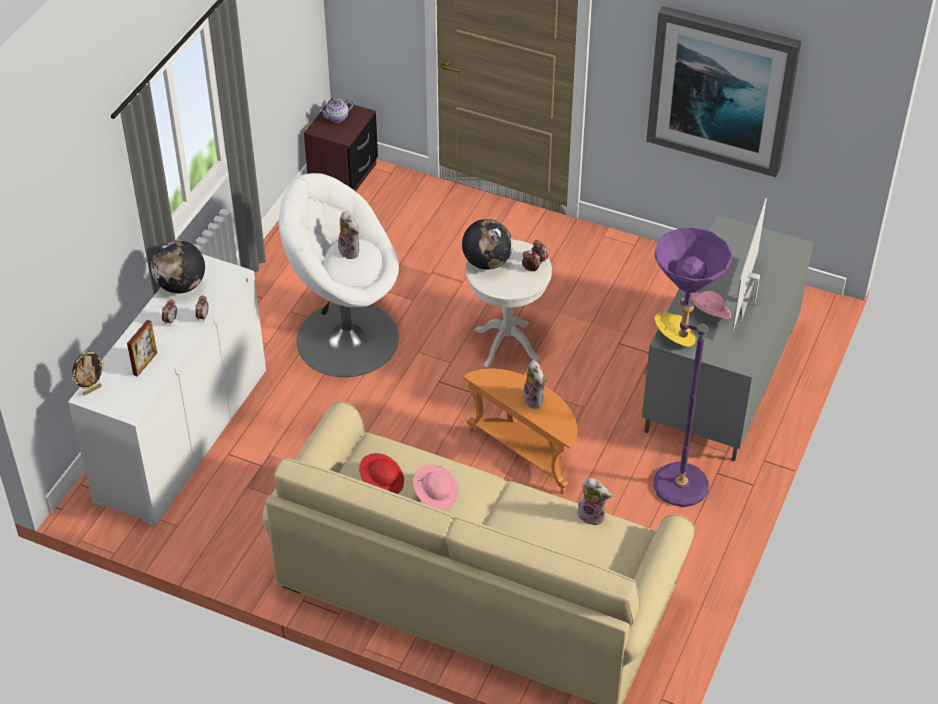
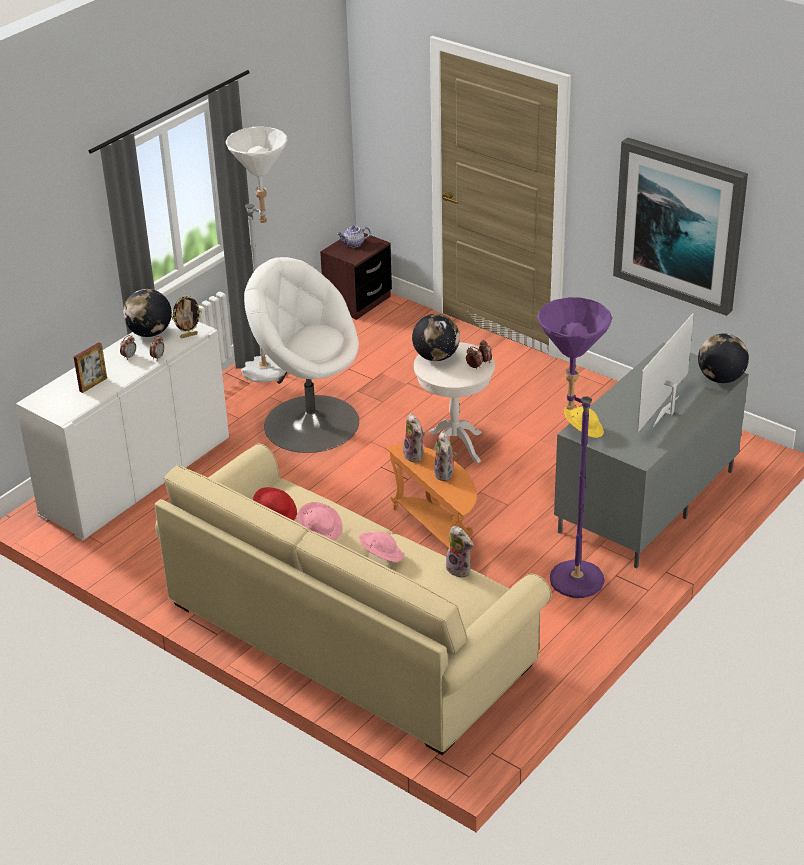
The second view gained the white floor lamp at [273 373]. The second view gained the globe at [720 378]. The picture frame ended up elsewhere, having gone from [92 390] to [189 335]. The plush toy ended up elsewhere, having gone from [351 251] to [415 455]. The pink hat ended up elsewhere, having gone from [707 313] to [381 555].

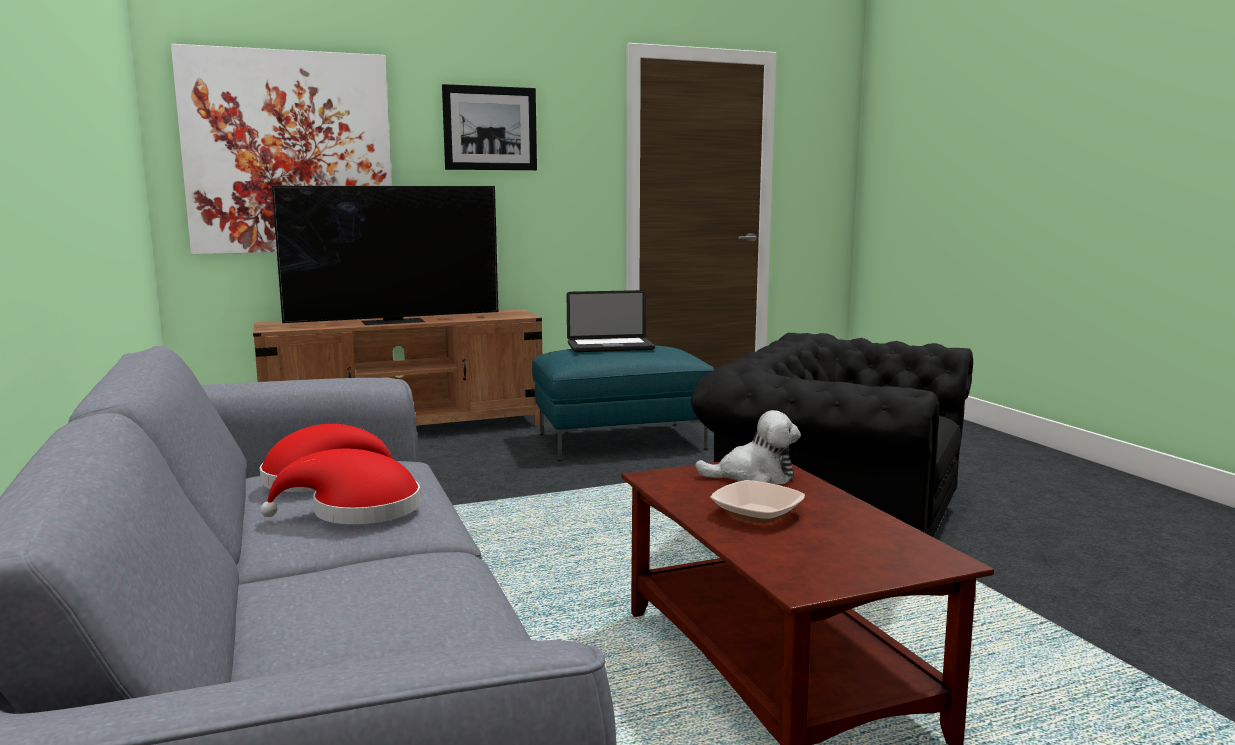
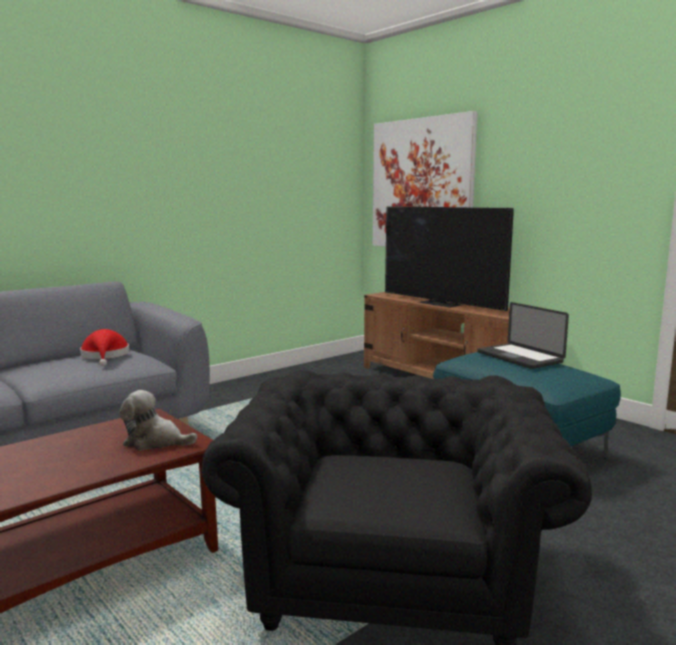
The second view lost the red hat at [357 511]. The second view lost the picture at [490 128]. The second view lost the bowl at [757 514]. The plush toy at [753 477] ended up facing another way, 120 degrees clockwise from before.

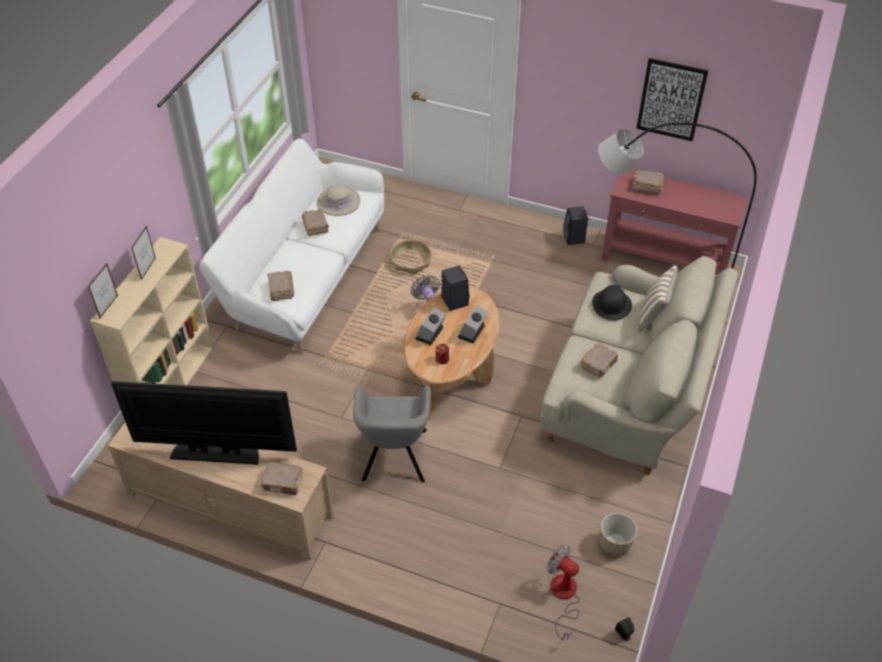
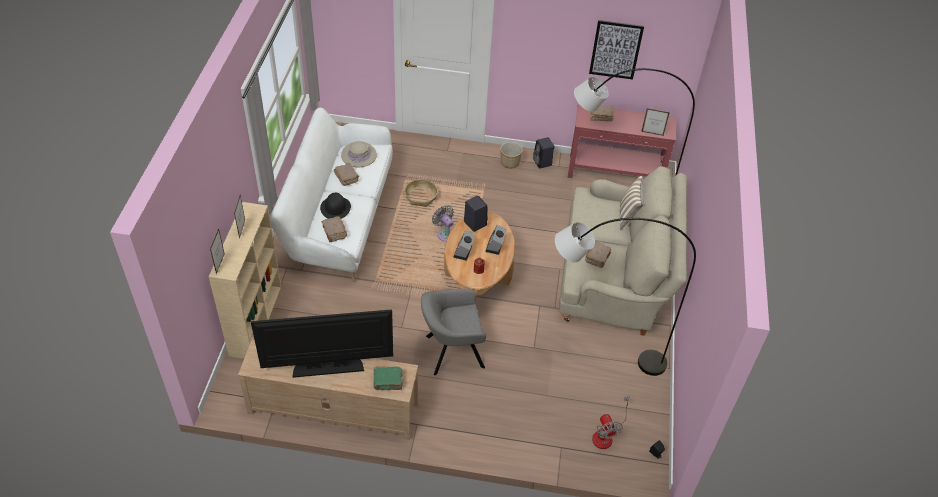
The second view gained the grey floor lamp at [597 355]. The second view gained the picture frame at [652 133]. The black hat ended up elsewhere, having gone from [611 305] to [335 208]. The planter ended up elsewhere, having gone from [615 543] to [510 162]. What was the brown book at [283 483] turned into the green book at [388 382]. The grey armchair at [394 457] ended up facing another way, 90 degrees clockwise from before. The fan at [563 596] ended up facing another way, 135 degrees counterclockwise from before.

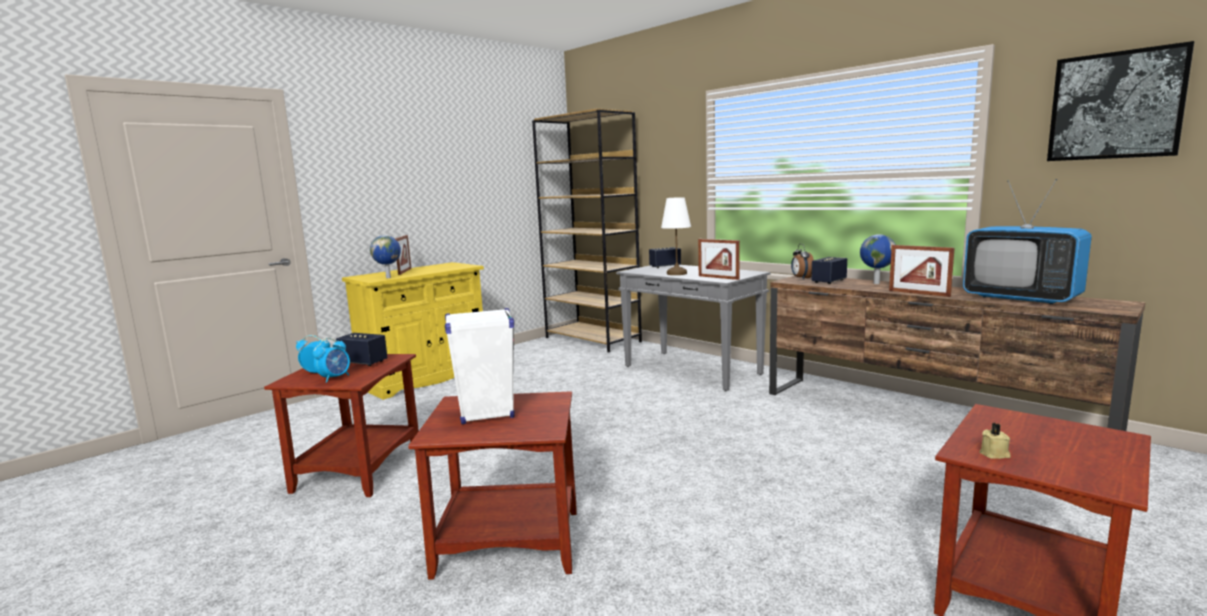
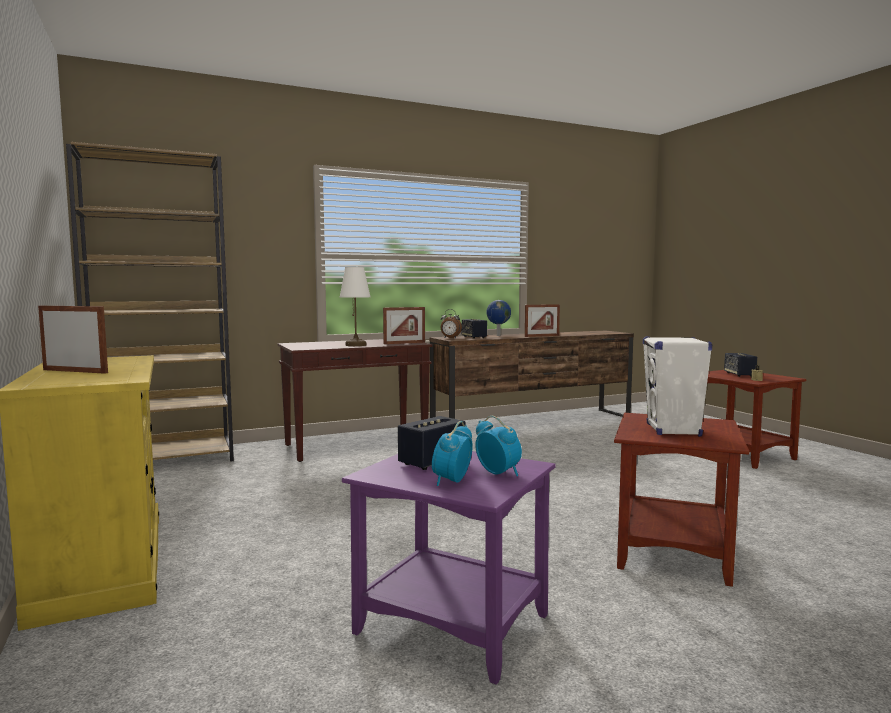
The second view lost the globe at [389 277]. The second view lost the television at [1021 298]. The second view lost the picture at [1115 106]. The speaker ended up elsewhere, having gone from [665 266] to [739 374]. What was the brown side table at [357 469] turned into the purple side table at [451 625]. What was the grey console table at [693 370] turned into the brown console table at [357 445].

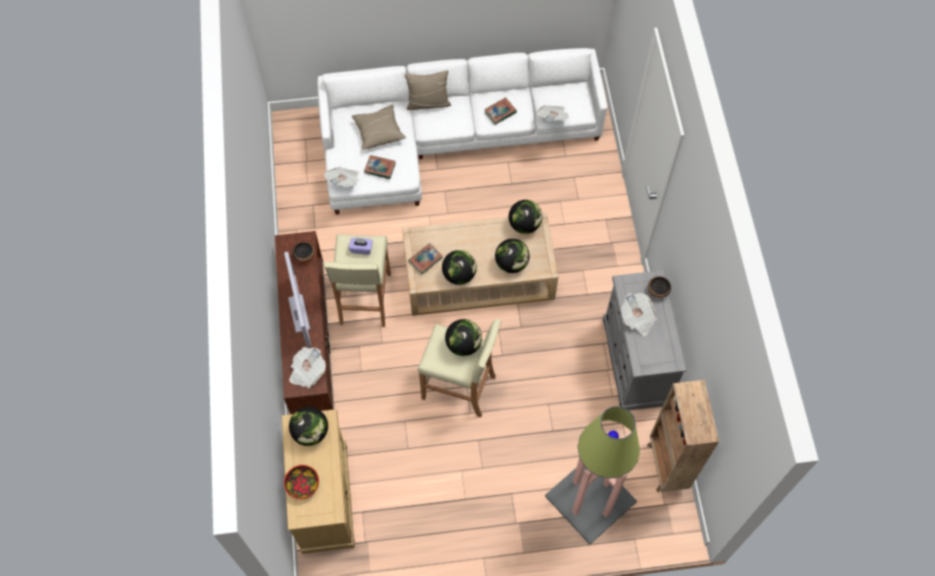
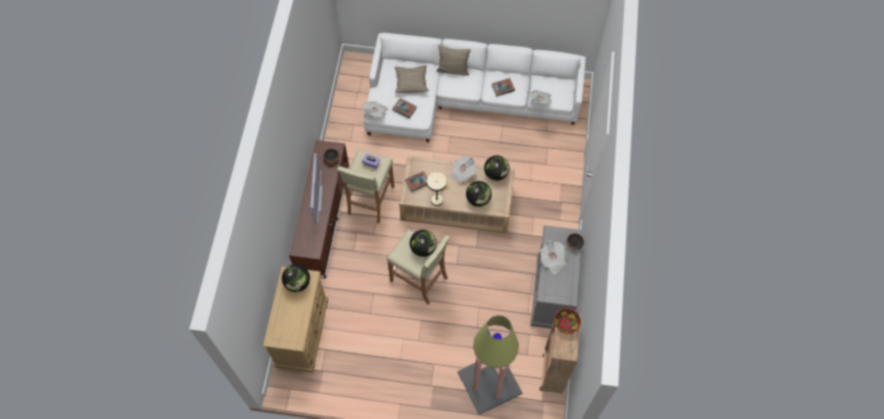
The bowl ended up elsewhere, having gone from [302 485] to [566 323]. The newspaper ended up elsewhere, having gone from [307 372] to [462 173]. Where the globe stood at [459 275], the beige table lamp came to stand at [438 198].

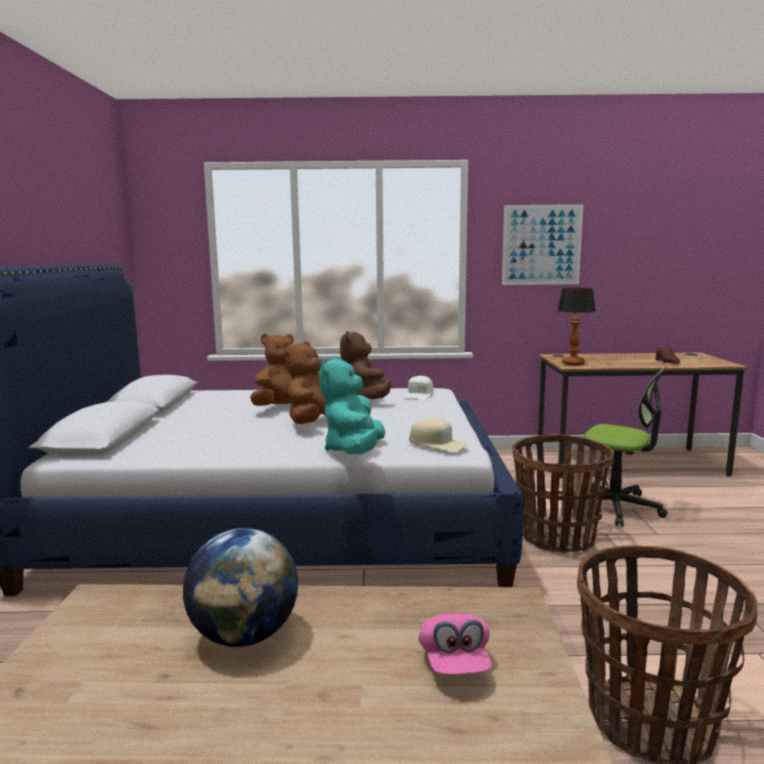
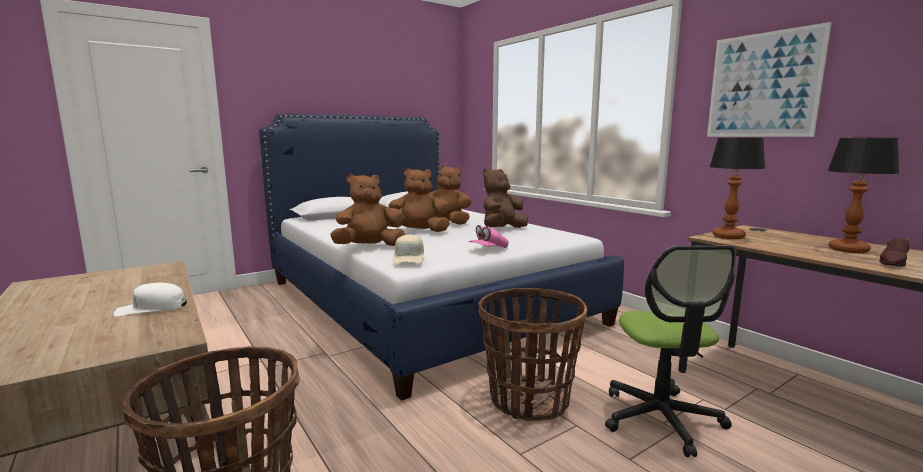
The second view lost the globe at [245 635]. The second view gained the table lamp at [849 250]. The white cap ended up elsewhere, having gone from [419 395] to [151 308]. The pink cap ended up elsewhere, having gone from [454 662] to [488 249]. What was the turquoise plush toy at [354 451] turned into the brown plush toy at [369 247].

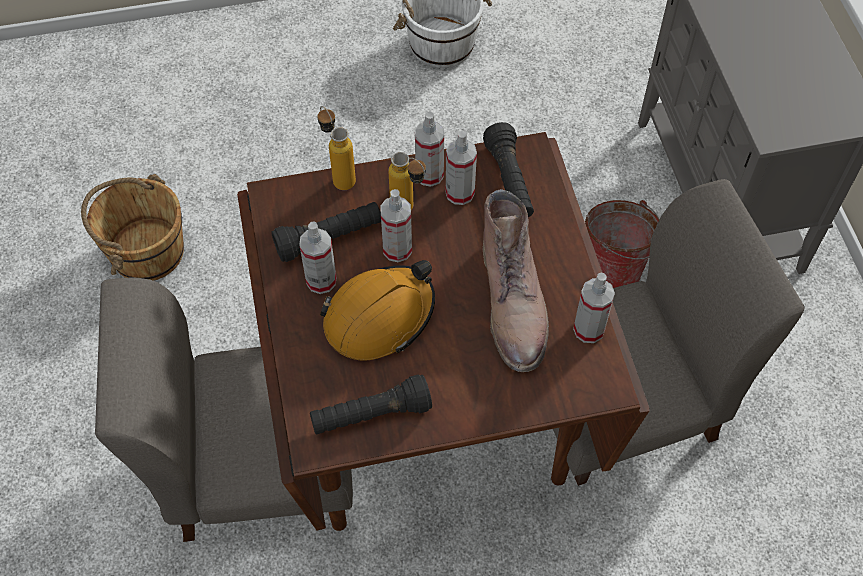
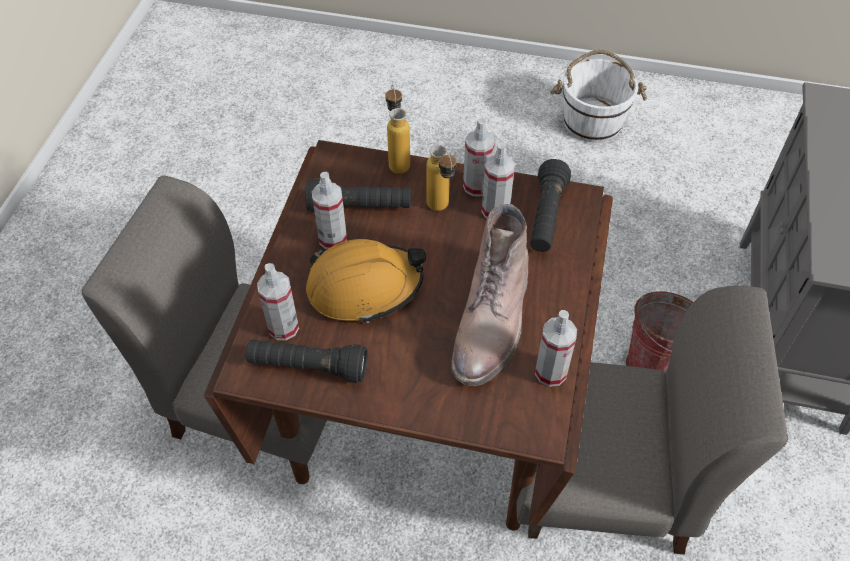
The second view lost the brown bucket at [146 251]. The spray bottle ended up elsewhere, having gone from [397 249] to [283 327].

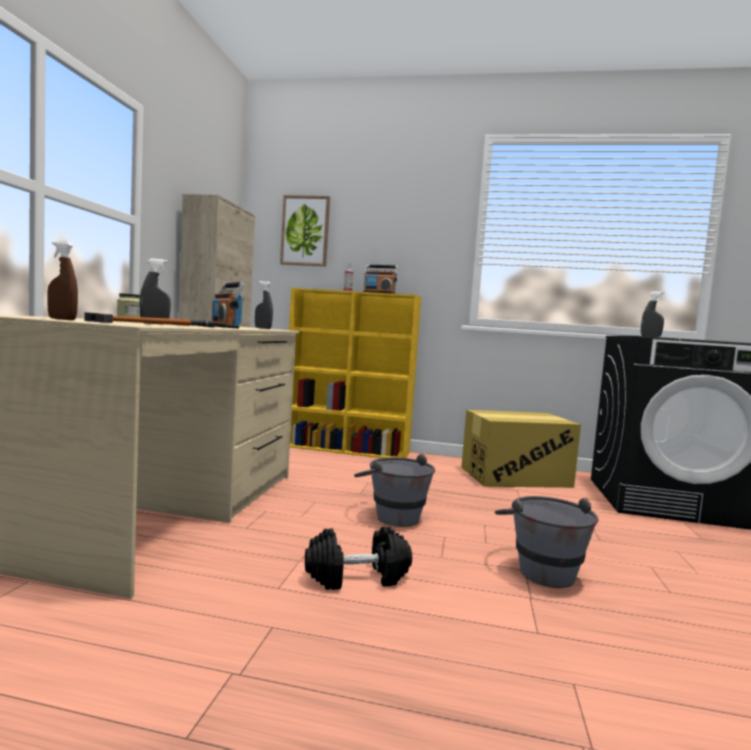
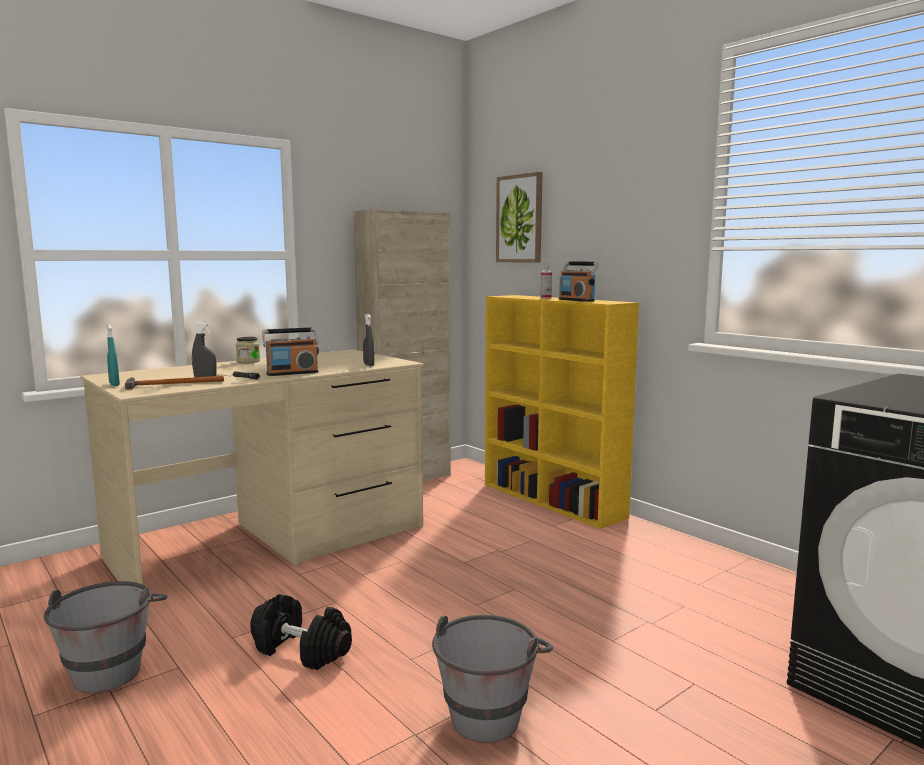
The second view lost the cardboard box at [515 477]. The second view lost the grey spray bottle at [650 336]. The grey bucket ended up elsewhere, having gone from [391 515] to [112 666]. What was the brown spray bottle at [62 319] turned into the turquoise spray bottle at [114 384]. The radio at [225 327] ended up facing another way, 120 degrees counterclockwise from before.

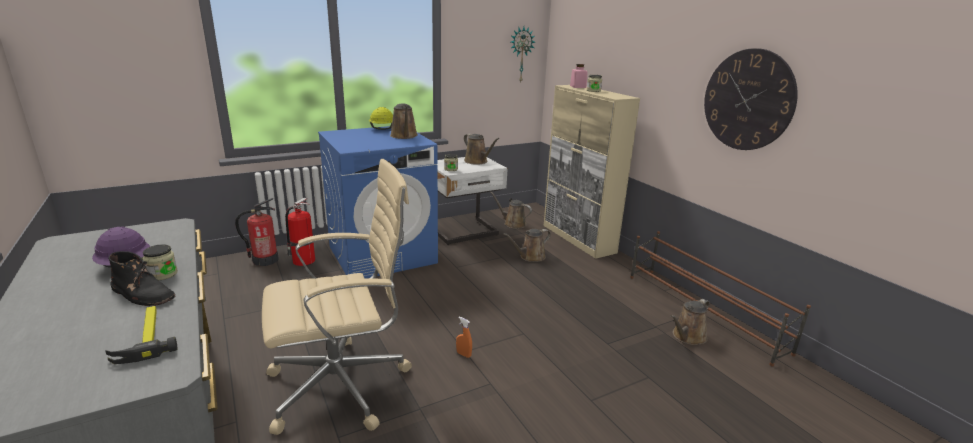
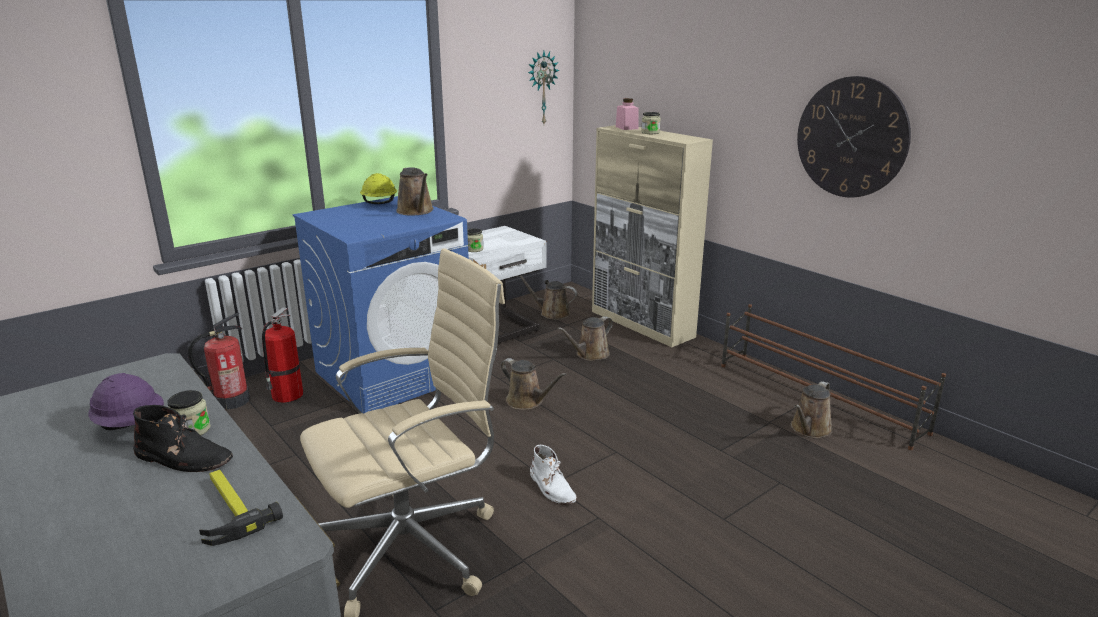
The brown watering can ended up elsewhere, having gone from [477 161] to [527 401]. Where the orange spray bottle stood at [463 354], the white boot came to stand at [552 487].

